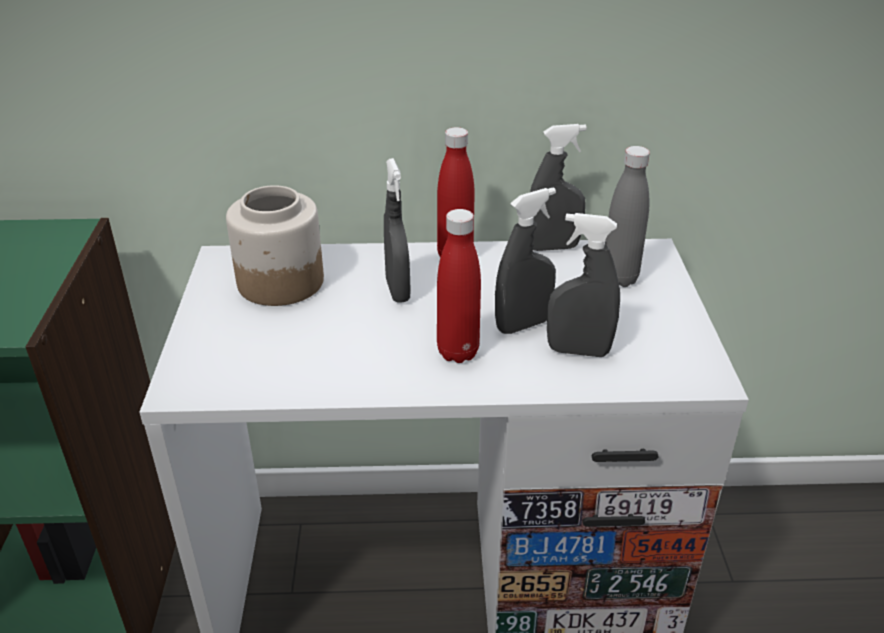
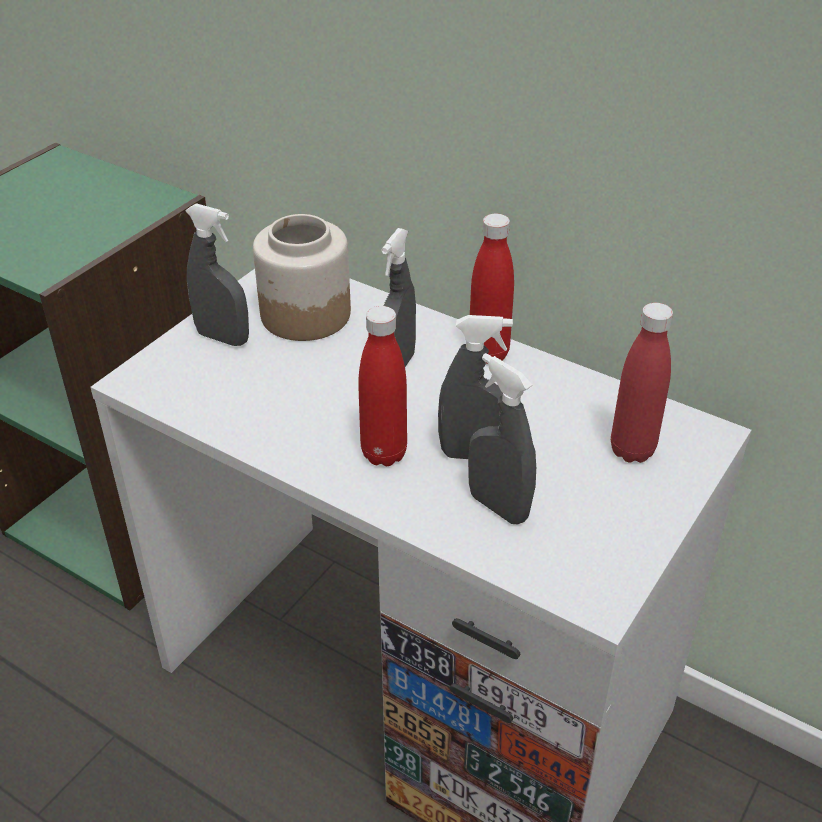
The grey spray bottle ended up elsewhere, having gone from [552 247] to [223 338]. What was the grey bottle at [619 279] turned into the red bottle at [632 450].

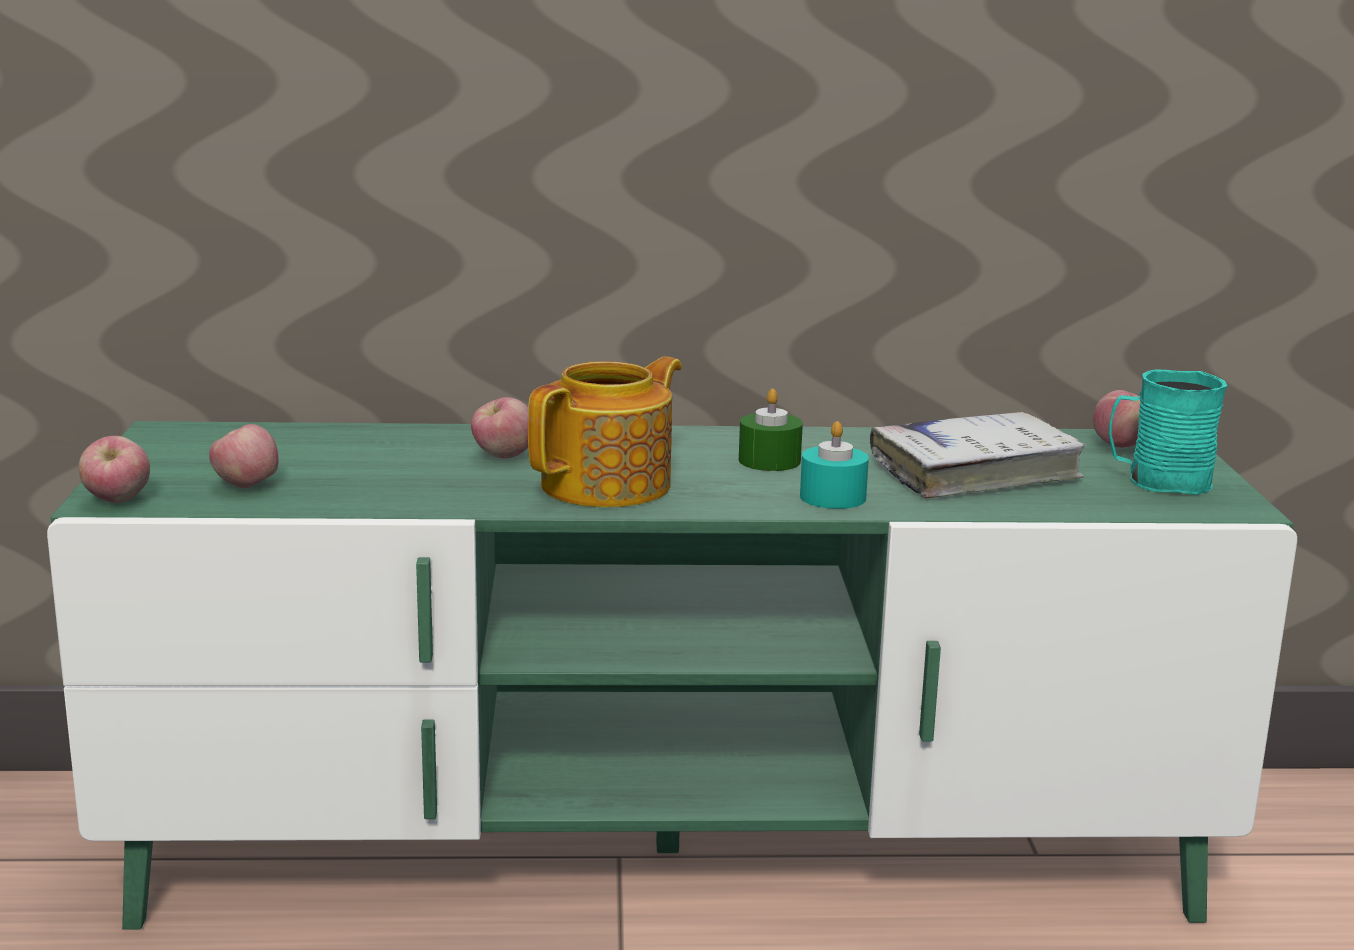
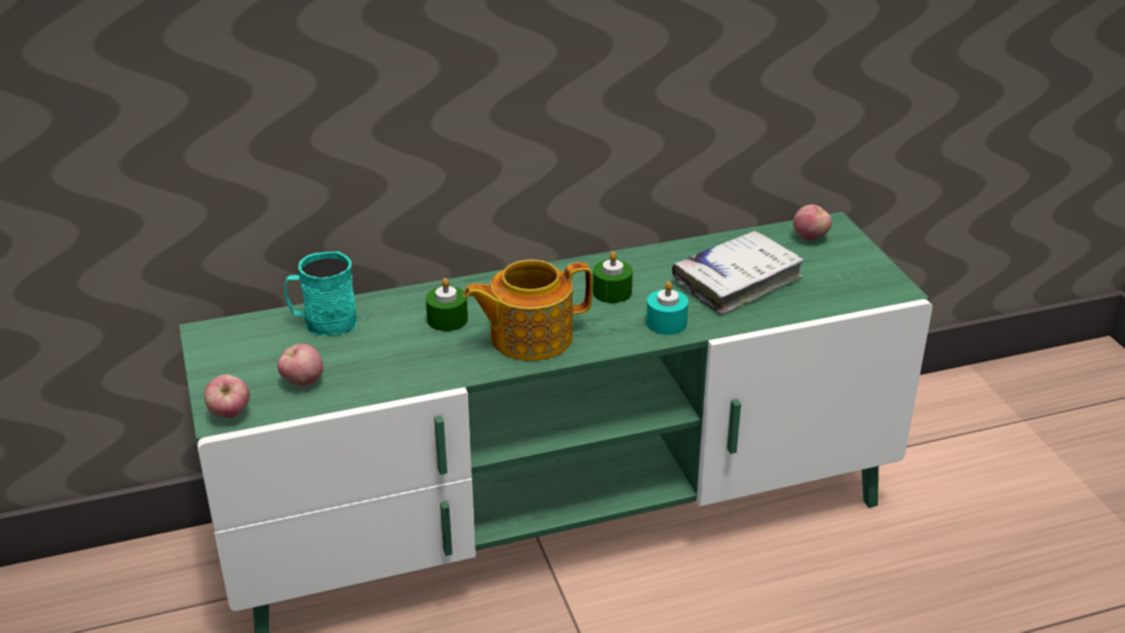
The turquoise mug ended up elsewhere, having gone from [1157 481] to [323 322]. Where the apple stood at [503 457], the green candle came to stand at [447 319]. The teapot at [609 485] ended up facing another way, 135 degrees counterclockwise from before.

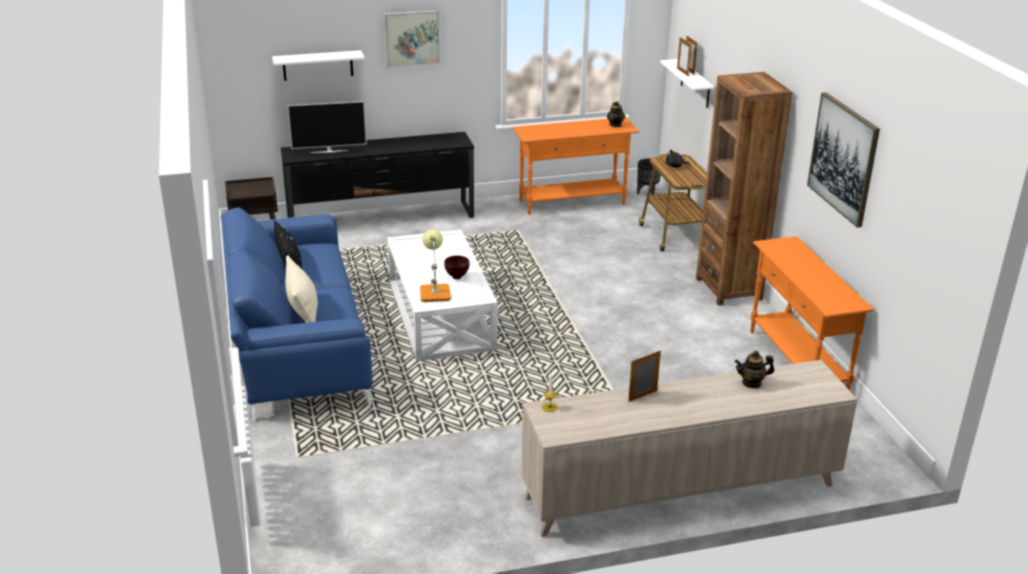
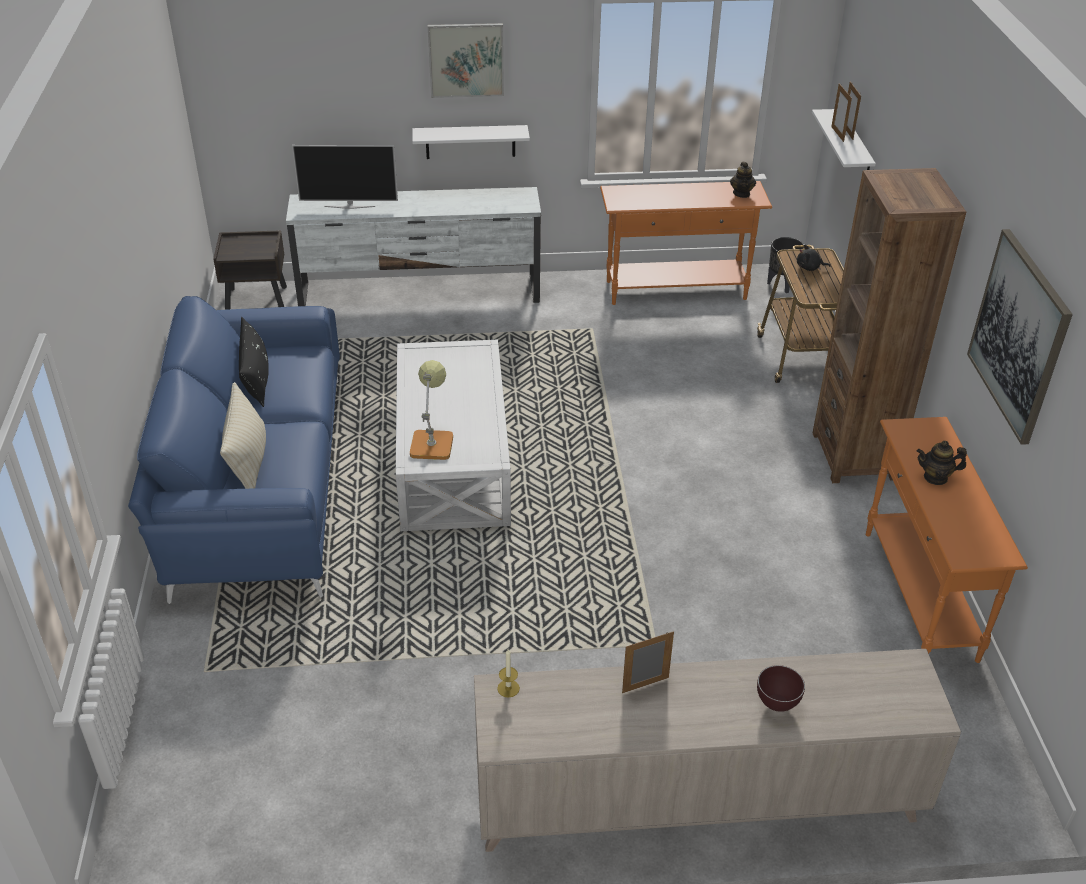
The white shelf ended up elsewhere, having gone from [318 65] to [470 142]. The brown bowl ended up elsewhere, having gone from [457 277] to [776 706]. The teapot ended up elsewhere, having gone from [752 383] to [935 477]. What was the black tv stand at [382 218] turned into the white tv stand at [421 293].

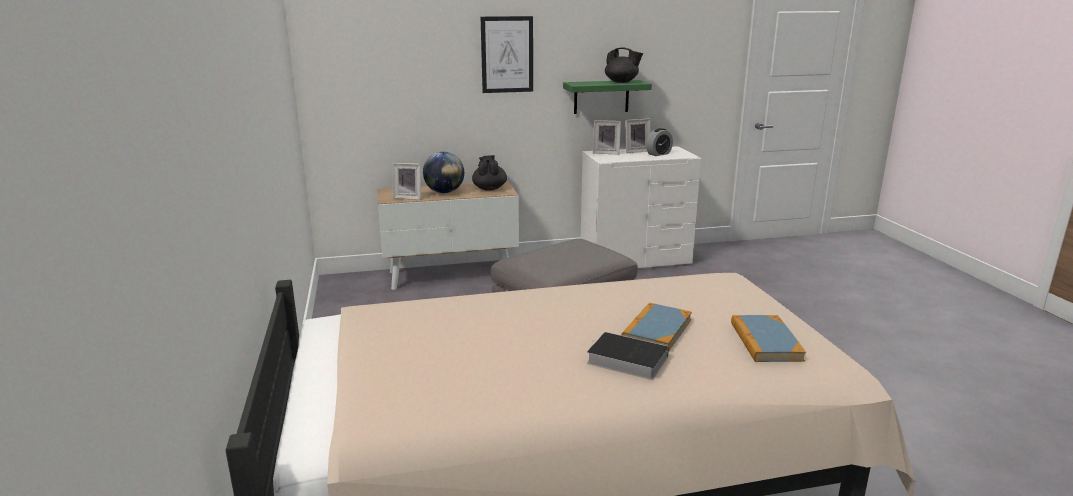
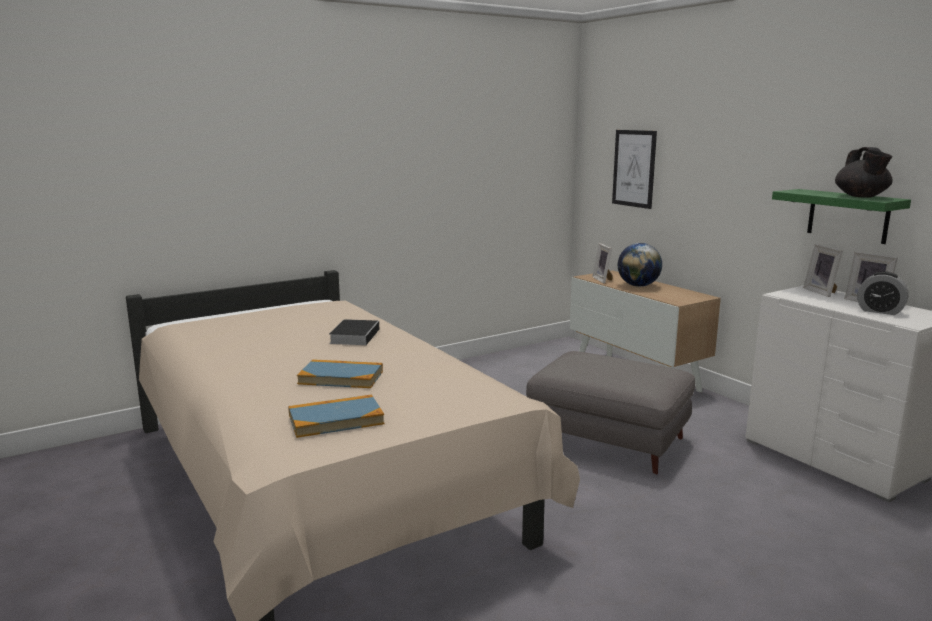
The second view lost the black teapot at [489 188]. The picture ended up elsewhere, having gone from [507 54] to [634 168]. The book ended up elsewhere, having gone from [624 360] to [355 335].

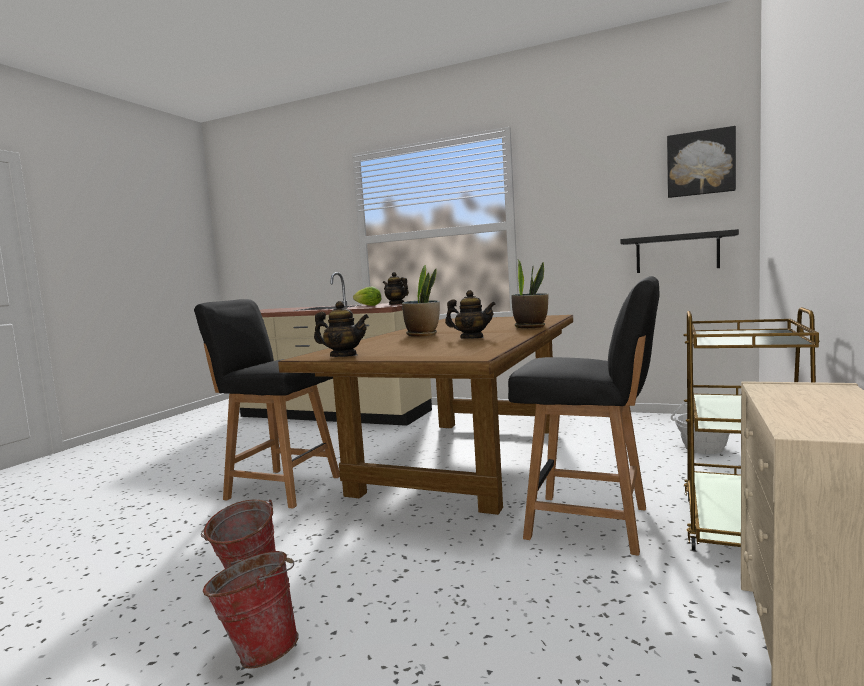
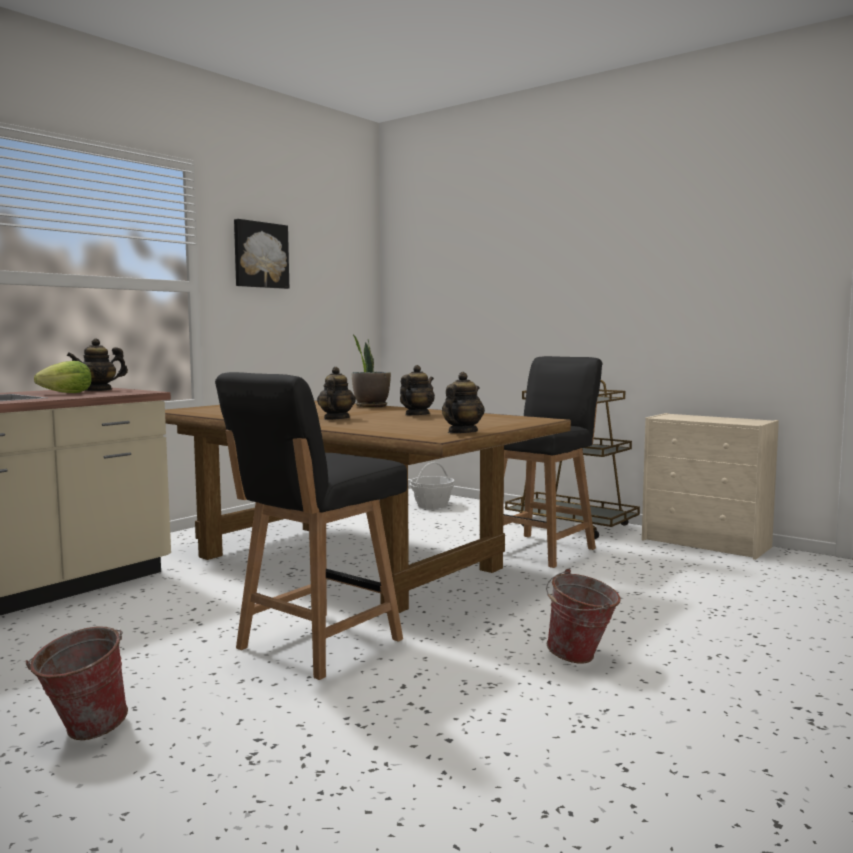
The second view lost the black shelf at [677 253]. The bucket ended up elsewhere, having gone from [259 650] to [82 732]. The picture ended up elsewhere, having gone from [700 163] to [260 255]. Where the potted plant stood at [422 335], the teapot came to stand at [336 419].

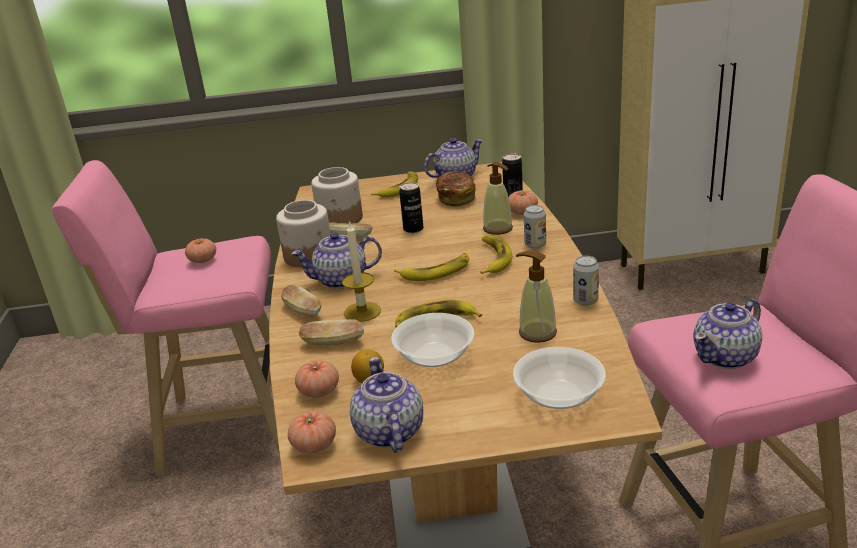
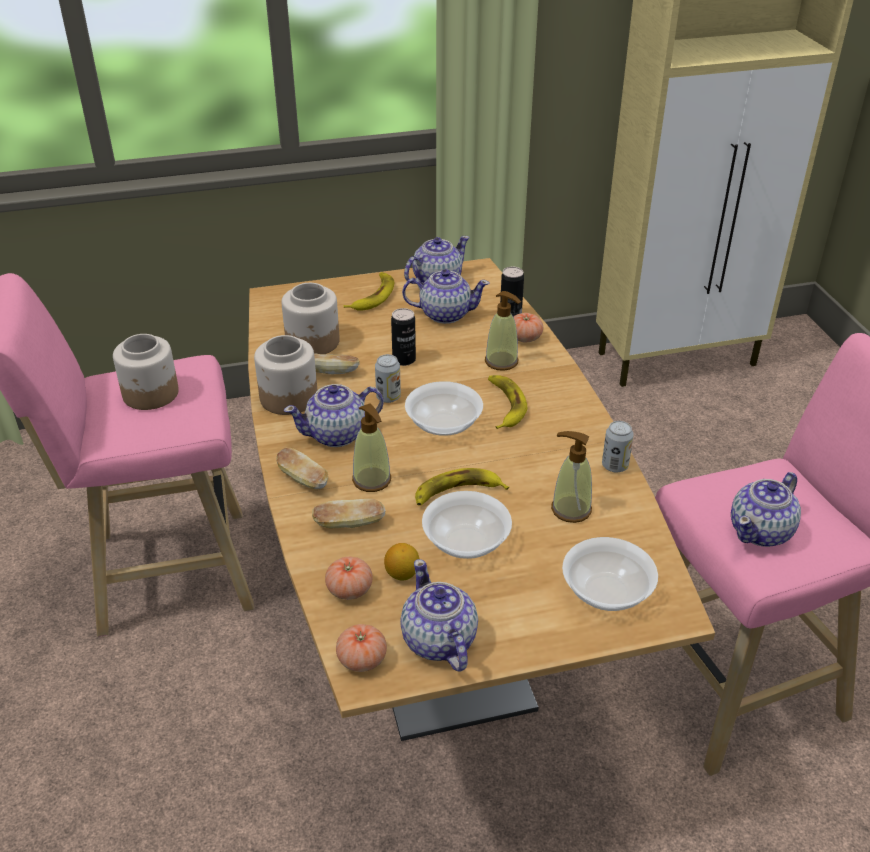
The can ended up elsewhere, having gone from [535 245] to [388 397]. Where the tomato stood at [203 260], the jar came to stand at [151 394]. Where the candle stood at [362 312], the soap dispenser came to stand at [372 480]. Where the banana stood at [436 271], the bowl came to stand at [443 423]. Where the bread stood at [456 198], the teapot came to stand at [444 314].

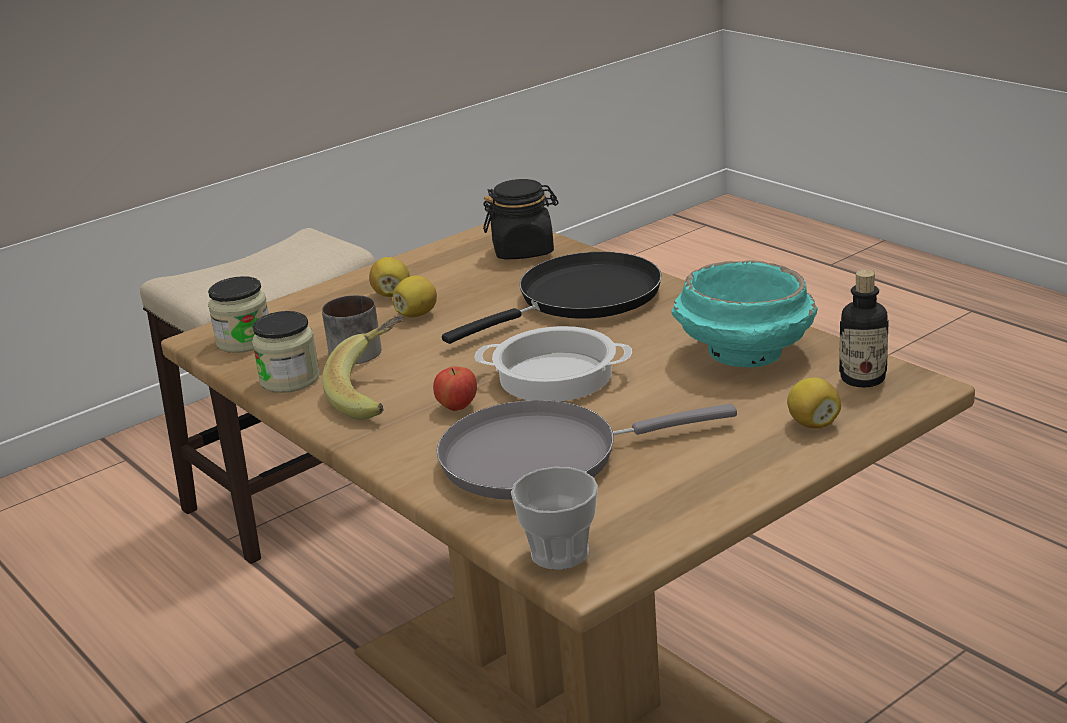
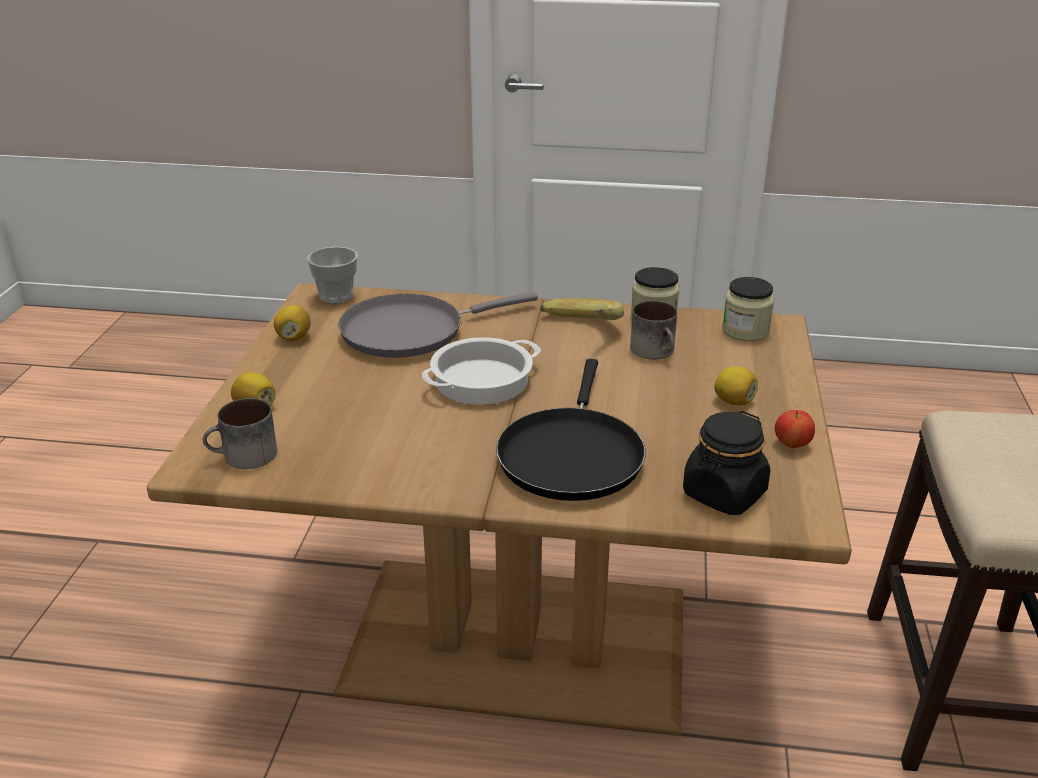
The second view lost the turquoise bowl at [743 354]. The lemon ended up elsewhere, having gone from [417 314] to [294 337]. The apple ended up elsewhere, having gone from [458 407] to [792 445]. Where the bottle stood at [862 378], the mug came to stand at [244 457]. The grey frying pan at [542 458] ended up facing another way, 150 degrees counterclockwise from before.

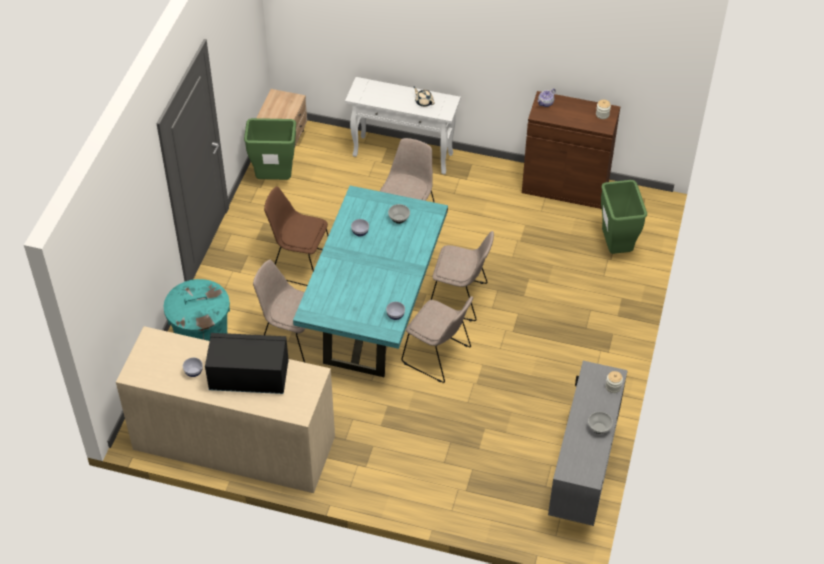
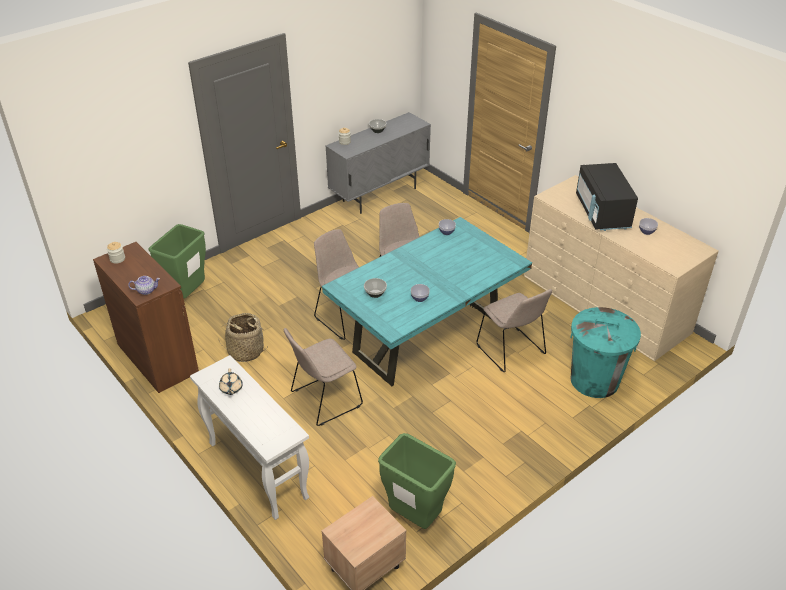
The second view lost the brown chair at [300 264]. The second view gained the basket at [245 351]. The black microwave at [249 377] ended up facing another way, 45 degrees clockwise from before.

